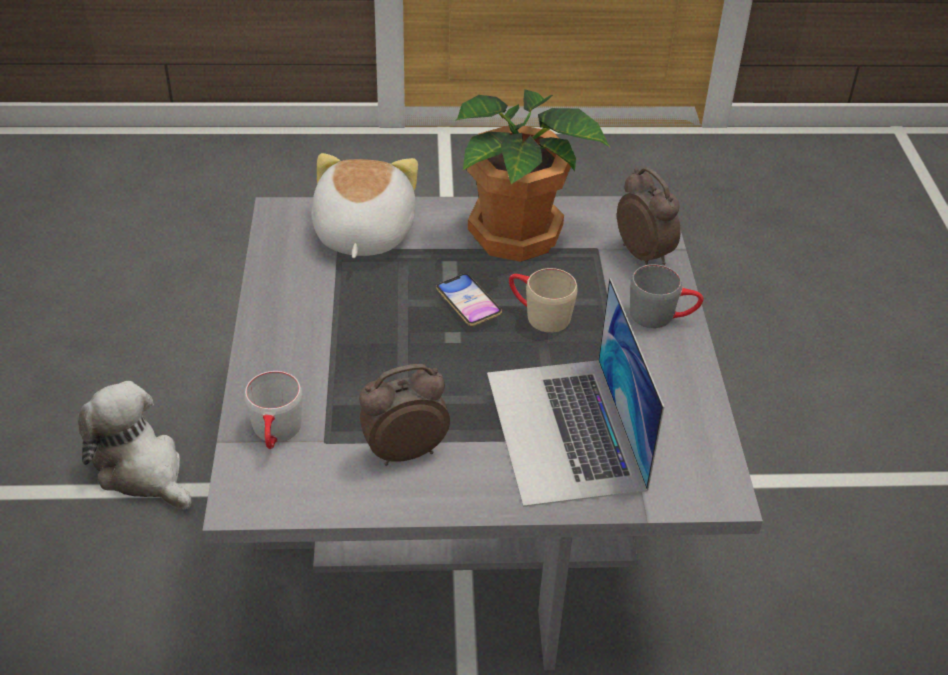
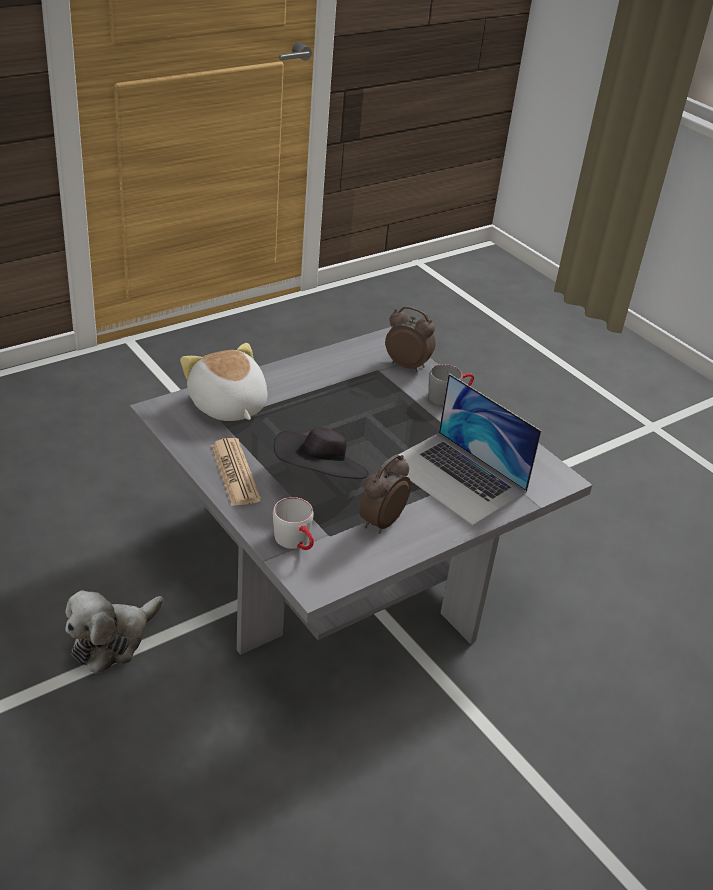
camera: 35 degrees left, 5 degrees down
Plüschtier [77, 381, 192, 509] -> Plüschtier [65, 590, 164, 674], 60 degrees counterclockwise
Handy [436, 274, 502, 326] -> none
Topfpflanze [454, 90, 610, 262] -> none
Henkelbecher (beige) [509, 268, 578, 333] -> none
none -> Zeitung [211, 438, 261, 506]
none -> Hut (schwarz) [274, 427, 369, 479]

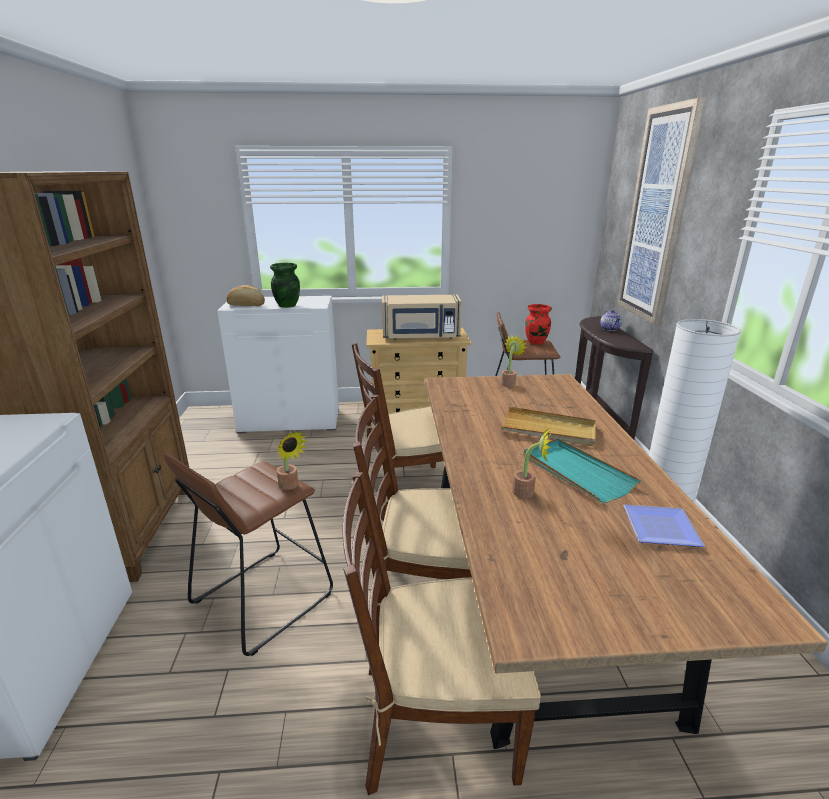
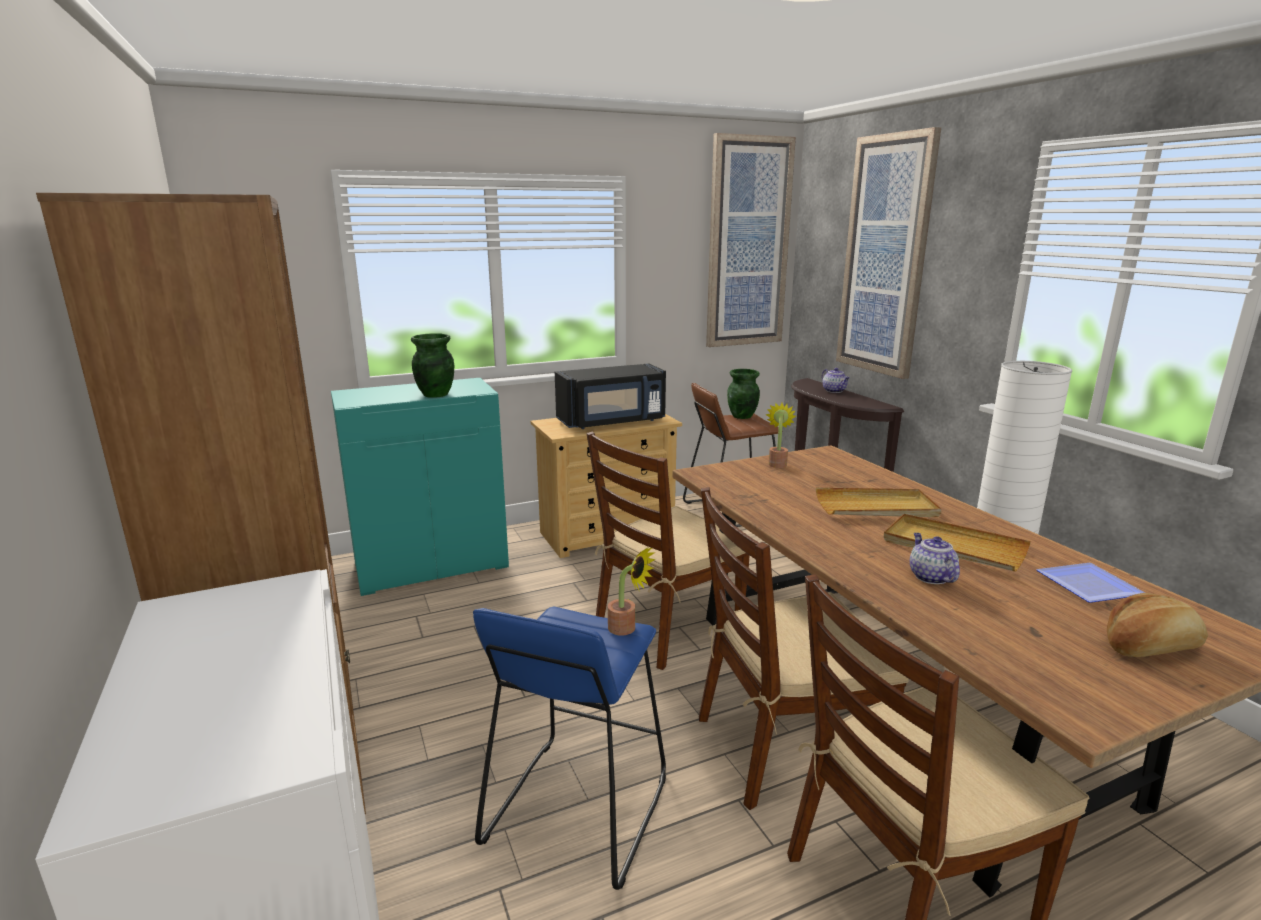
camera: 20 degrees left, 5 degrees down
Hocker (braun) [164, 454, 333, 656] -> Hocker (blau) [473, 607, 666, 890]
Schrank (weiß) [217, 296, 339, 434] -> Schrank (türkis) [331, 378, 509, 596]
Brot [227, 285, 265, 306] -> Brot [1107, 593, 1208, 657], shifted
Mikrowelle (beige) [382, 295, 462, 340] -> Mikrowelle (schwarz) [555, 364, 666, 429]
Topfpflanze [512, 428, 551, 498] -> Teekanne [910, 533, 960, 584]
Tablett (türkis) [523, 438, 641, 503] -> Tablett (beige) [884, 514, 1031, 571]
Vase (rot) [525, 304, 552, 344] -> Vase (grün) [727, 369, 760, 419]
none -> Bild [706, 133, 796, 347]

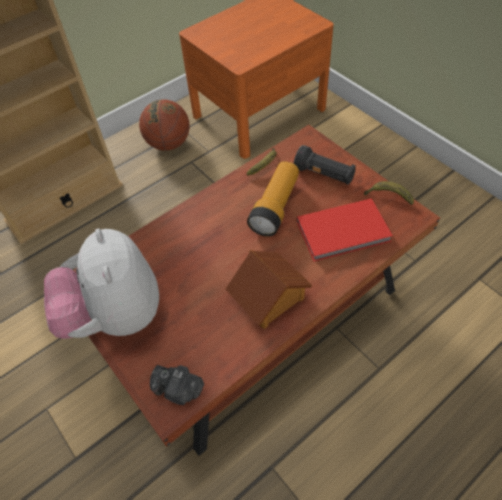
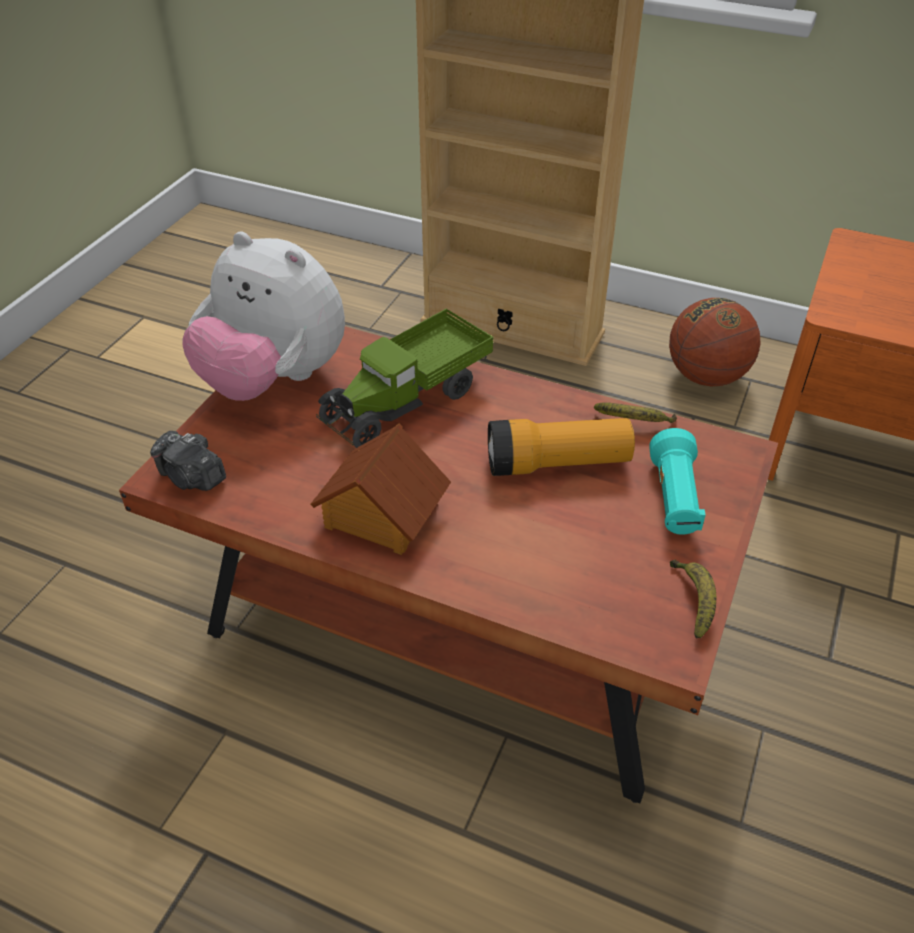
camera: 60 degrees right, 10 degrees down
Plüschtier [44, 228, 159, 339] -> Plüschtier [182, 232, 345, 401], 105 degrees counterclockwise
Kamera [150, 365, 204, 405] -> Kamera [150, 431, 226, 491], 45 degrees counterclockwise
Taschenlampe (schwarz) [294, 145, 356, 185] -> Taschenlampe (türkis) [649, 428, 706, 535]
Buch (rot) [296, 199, 393, 262] -> none
none -> Spielzeuglaster [316, 309, 494, 448]

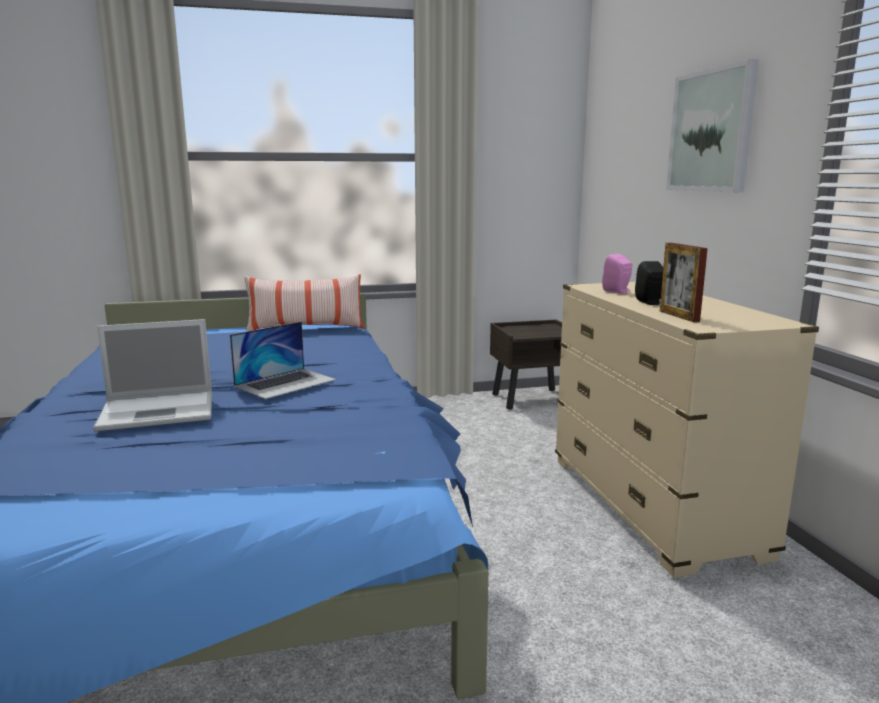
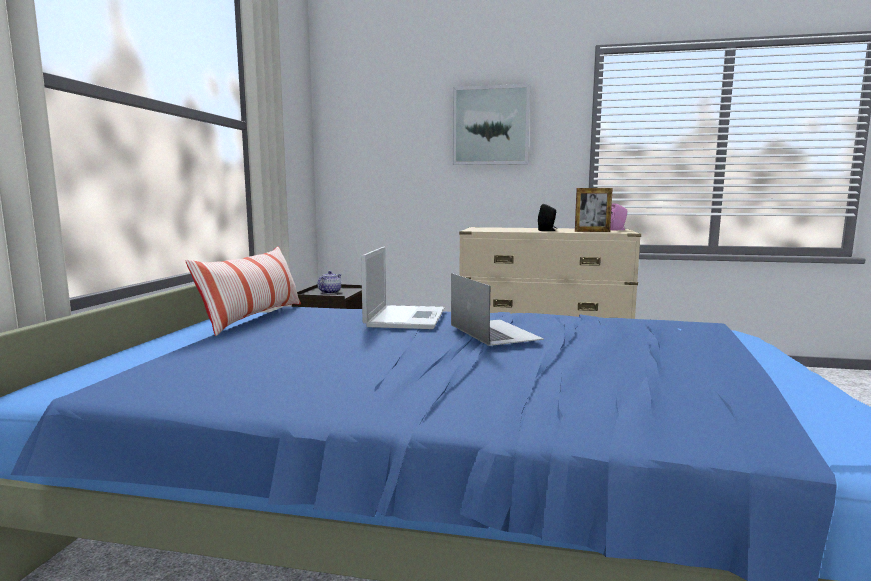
camera: 65 degrees left, 5 degrees down
Laptop [93, 319, 212, 431] -> Laptop [361, 246, 445, 329], shifted
Lautsprecher (rosa) [602, 254, 632, 294] -> Lautsprecher (rosa) [610, 204, 627, 230], shifted
none -> Teekanne [317, 271, 342, 294]

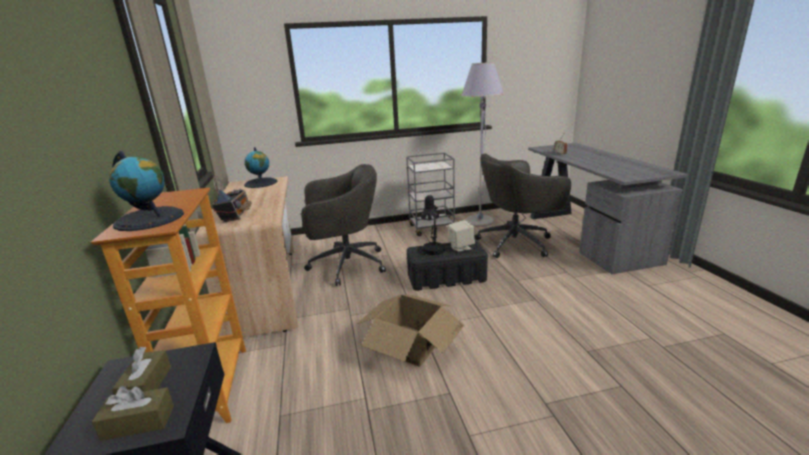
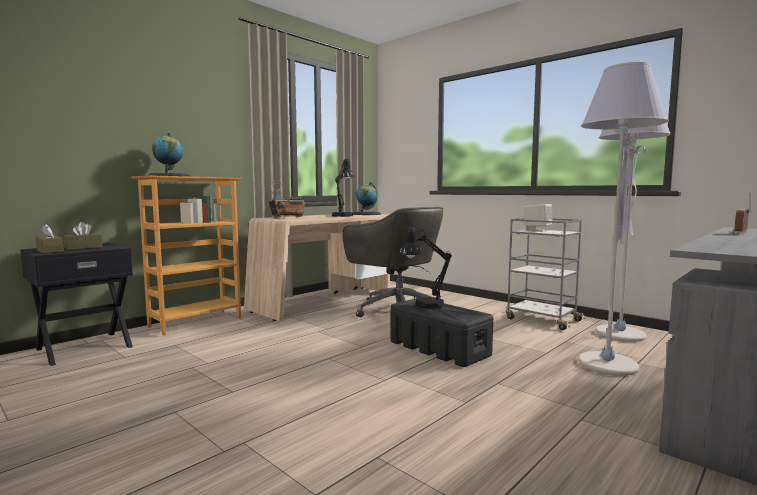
camera: 55 degrees right, 15 degrees down
Karton [357, 295, 464, 367] -> none
Lautsprecher (beige) [447, 220, 475, 252] -> Lautsprecher (beige) [524, 204, 553, 232], shifted
Bürostuhl (grau) [475, 153, 571, 258] -> Stehlampe (grau) [578, 62, 669, 376]
none -> Tischlampe (schwarz) [332, 159, 354, 217]

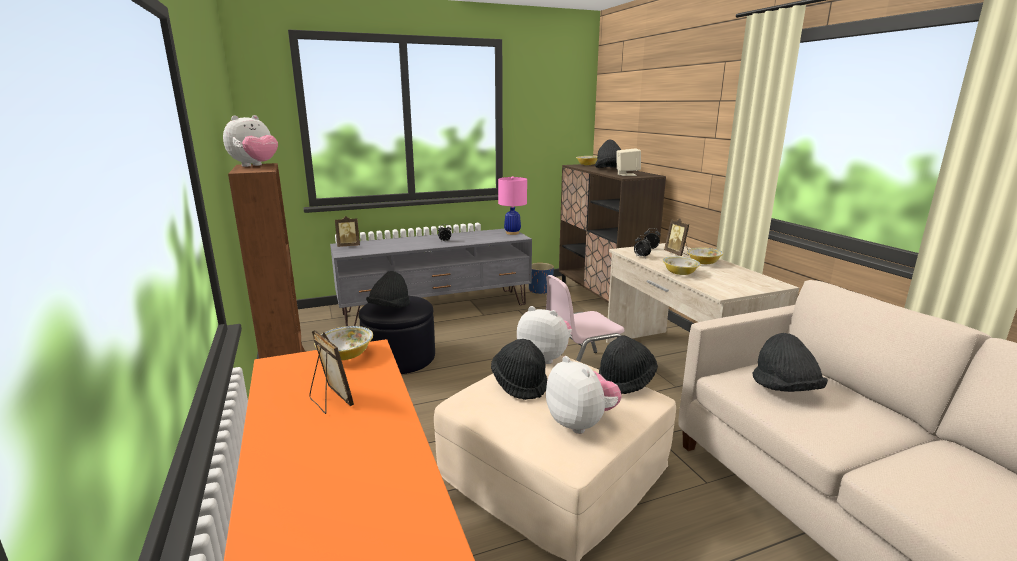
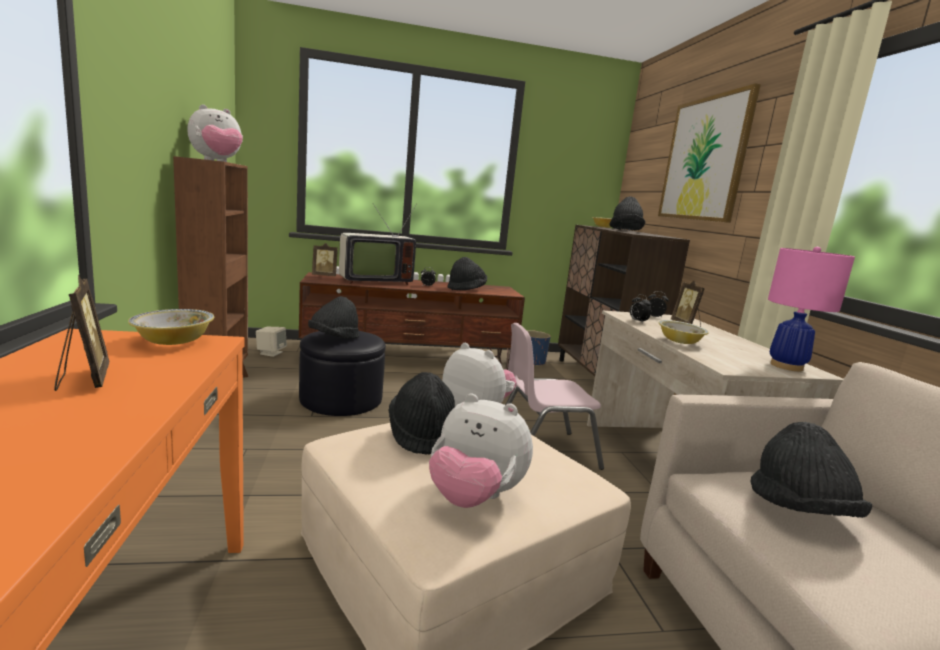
camera: 10 degrees right, 5 degrees down
Fernsehschrank (grau) [330, 229, 532, 326] -> Fernsehschrank (braun) [299, 272, 525, 370]
Tischlampe (rosa) [498, 176, 527, 235] -> Tischlampe (rosa) [768, 247, 855, 371], shifted
Plüschtier [546, 356, 622, 434] -> Plüschtier [429, 393, 533, 508], 135 degrees clockwise
Hut (schwarz) [599, 335, 658, 394] -> Hut (schwarz) [447, 257, 487, 290], shifted
Lautsprecher (beige) [616, 148, 641, 176] -> Lautsprecher (beige) [256, 327, 287, 357], shifted
Schüssel [687, 247, 723, 264] -> none
none -> Fernseher [339, 204, 417, 285]
none -> Bild [658, 83, 761, 223]

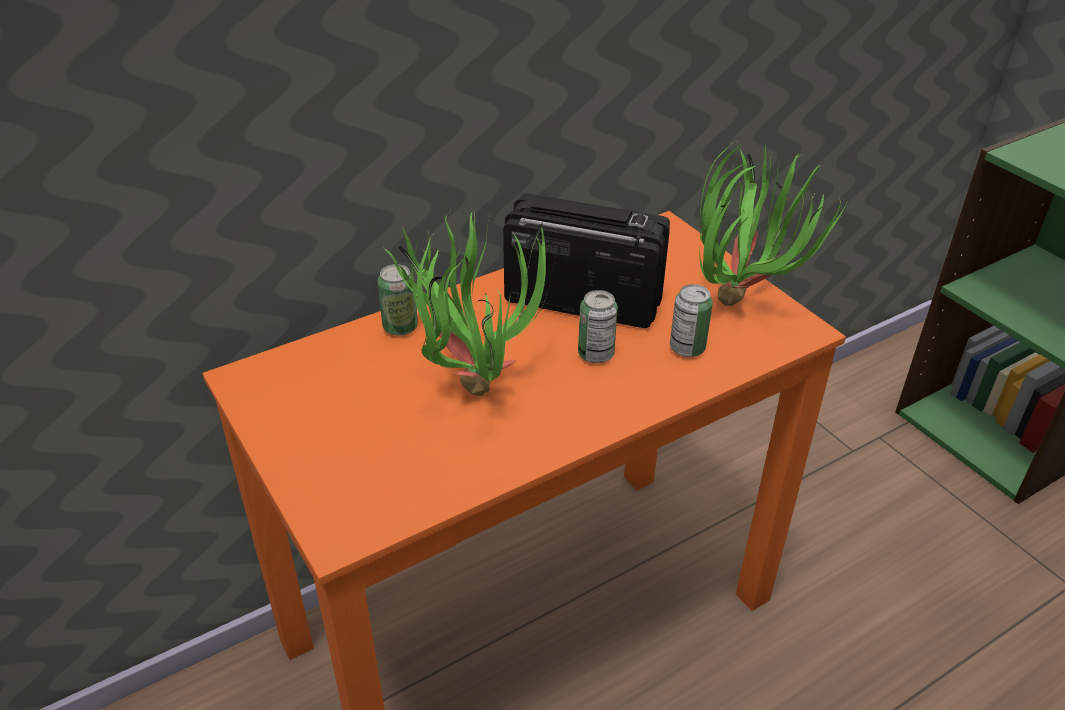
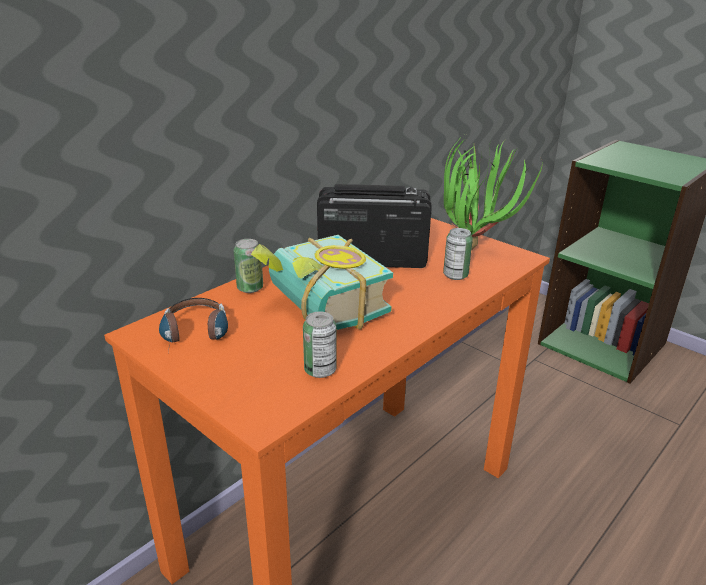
camera: 15 degrees left, 10 degrees down
Topfpflanze [383, 212, 556, 396] -> Buch [251, 235, 393, 330]
Dose [578, 290, 618, 363] -> Dose [303, 311, 337, 378], shifted
none -> Kopfhörer [159, 298, 228, 354]

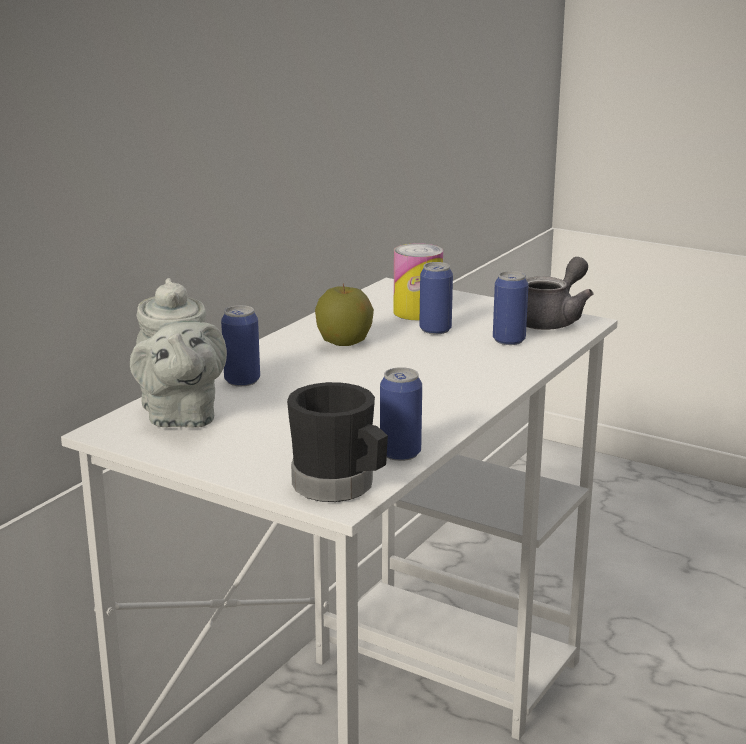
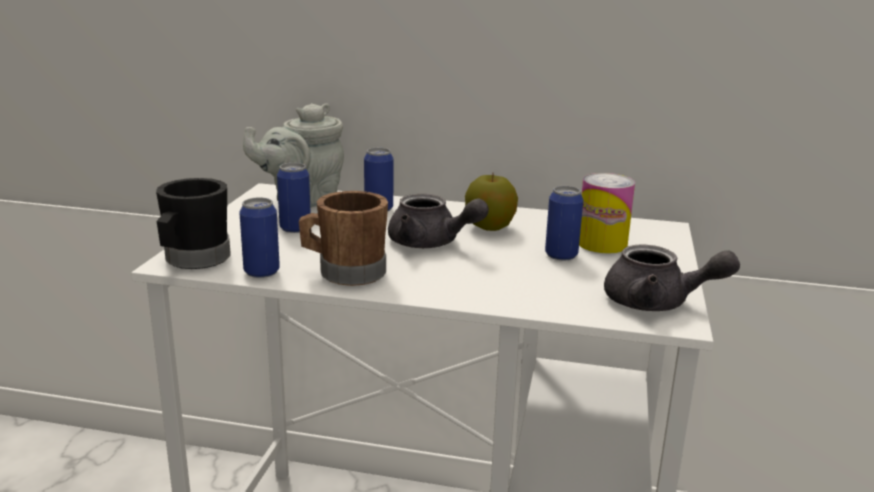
camera: 70 degrees right, 0 degrees up
Dose [493, 271, 529, 345] -> Dose [277, 163, 311, 233], shifted
none -> Henkelbecher (braun) [299, 191, 388, 286]
none -> Teekanne (grau) [388, 194, 489, 248]

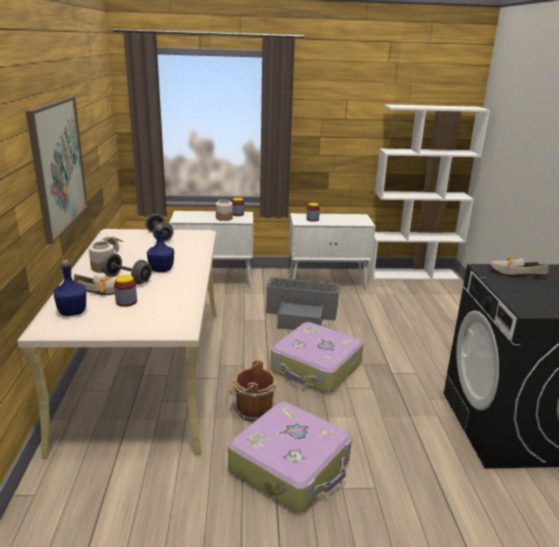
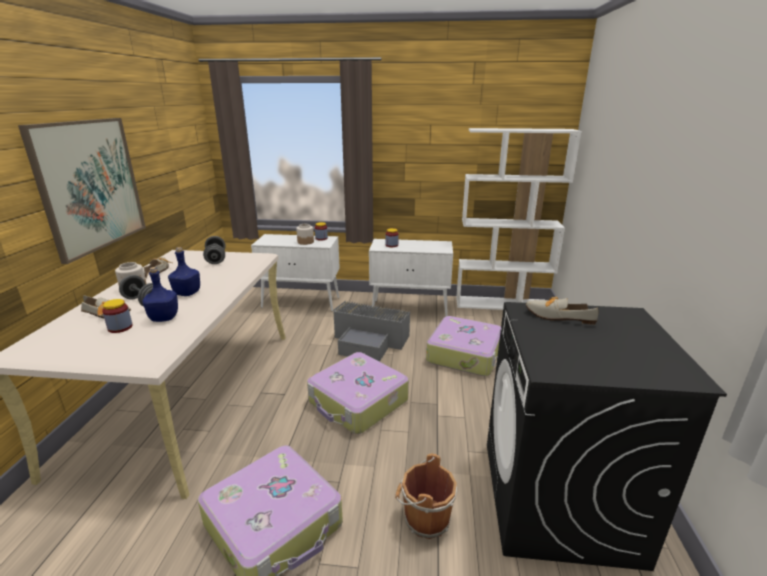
camera: 10 degrees right, 0 degrees up
Flasche (blau) [54, 260, 86, 316] -> Flasche (blau) [142, 267, 178, 322], shifted
Eimer (braun) [230, 360, 276, 422] -> Eimer (braun) [395, 454, 457, 539], shifted
none -> Koffer [426, 316, 501, 376]

